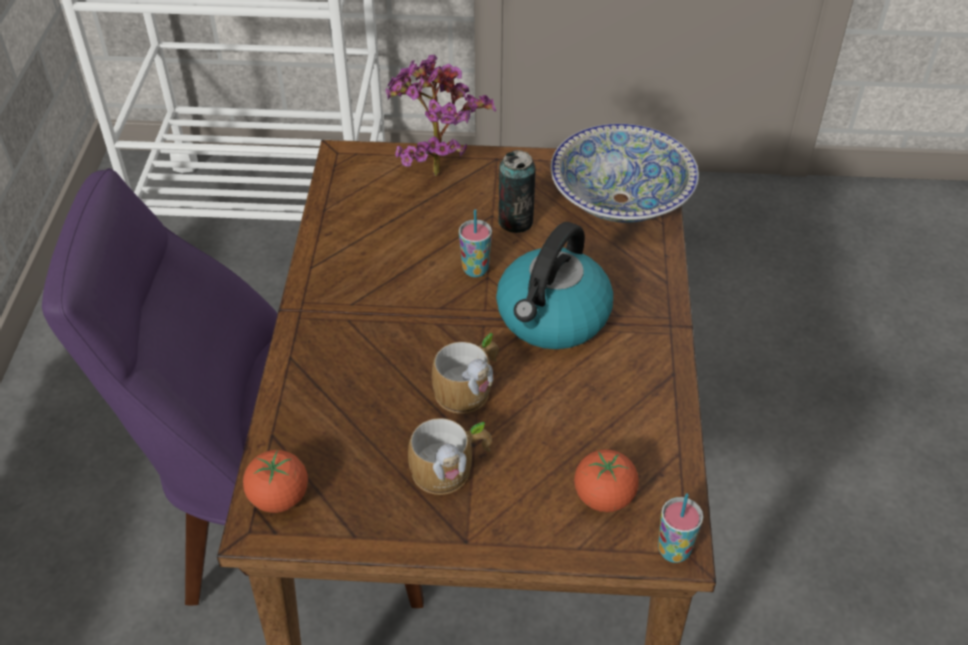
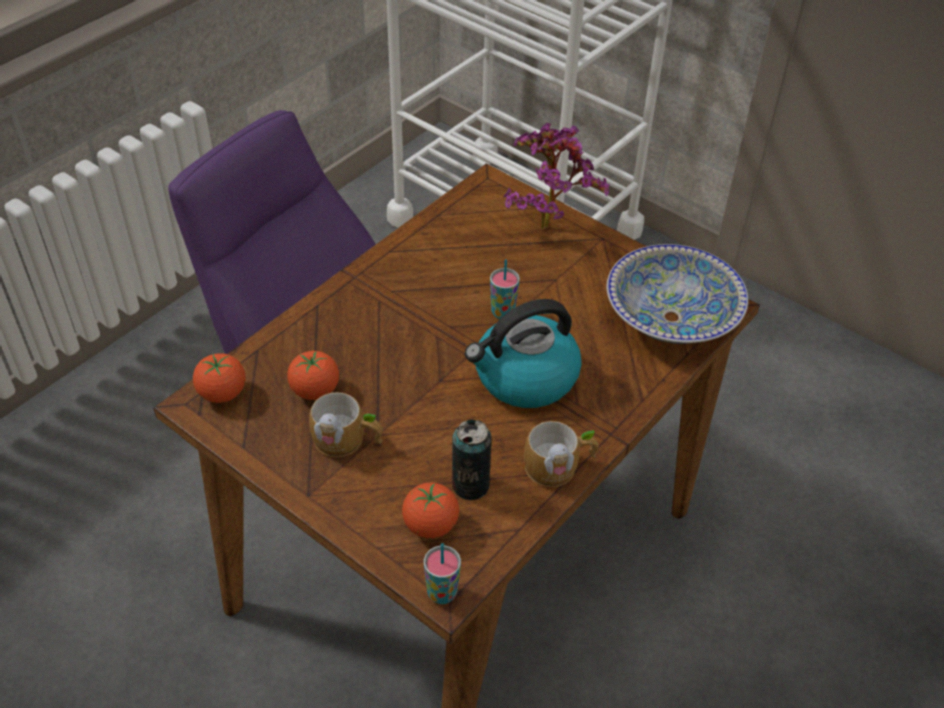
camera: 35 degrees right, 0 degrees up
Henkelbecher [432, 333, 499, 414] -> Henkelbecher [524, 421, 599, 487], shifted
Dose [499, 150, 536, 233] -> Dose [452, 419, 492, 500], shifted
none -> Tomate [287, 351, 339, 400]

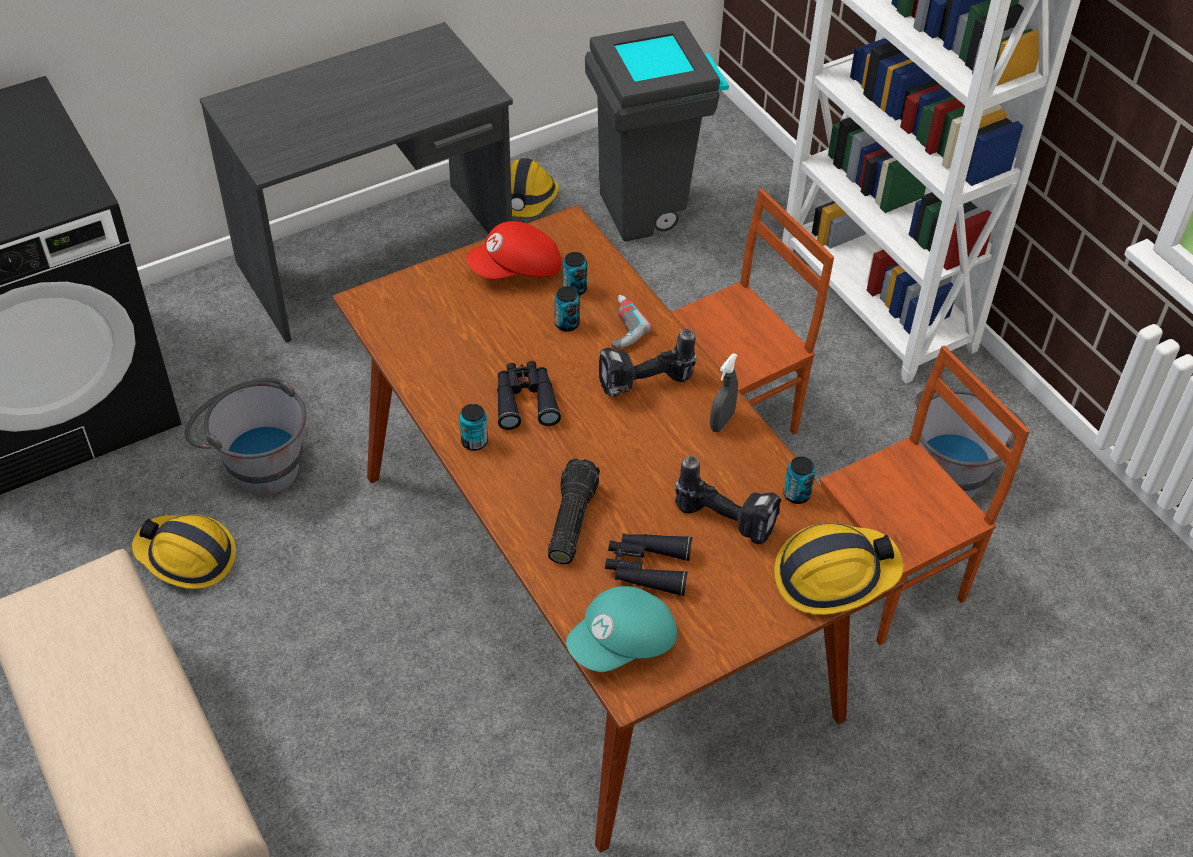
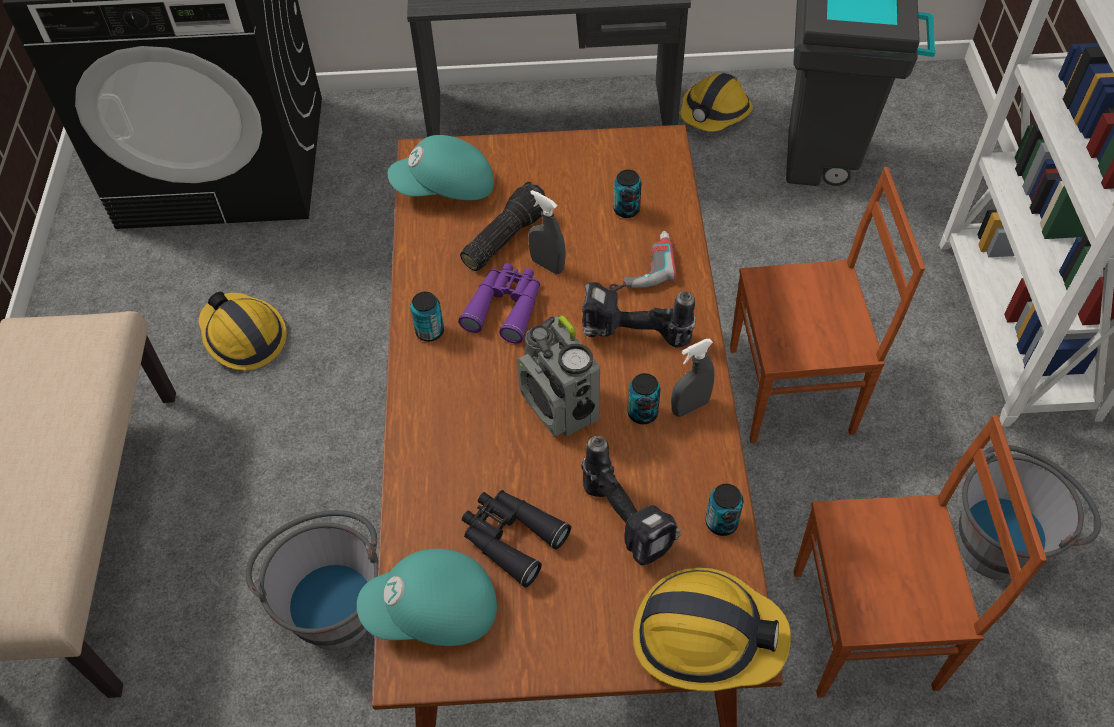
camera: 30 degrees right, 5 degrees up
Eimer (grau) [185, 378, 306, 496] -> Eimer (grau) [245, 510, 378, 650], shifted
Kappe (rot) [466, 221, 561, 279] -> none
Fernglas (schwarz) [497, 361, 561, 430] -> Fernglas (lila) [458, 263, 540, 344]
Taschenlampe [548, 458, 600, 564] -> Taschenlampe [460, 182, 549, 271], shifted
Dose [555, 286, 580, 332] -> Dose [628, 373, 660, 424], shifted
none -> Kappe (türkis) [388, 135, 494, 201]
none -> Radio [517, 315, 600, 437]
none -> Sprühflasche (grau) [529, 190, 566, 274]

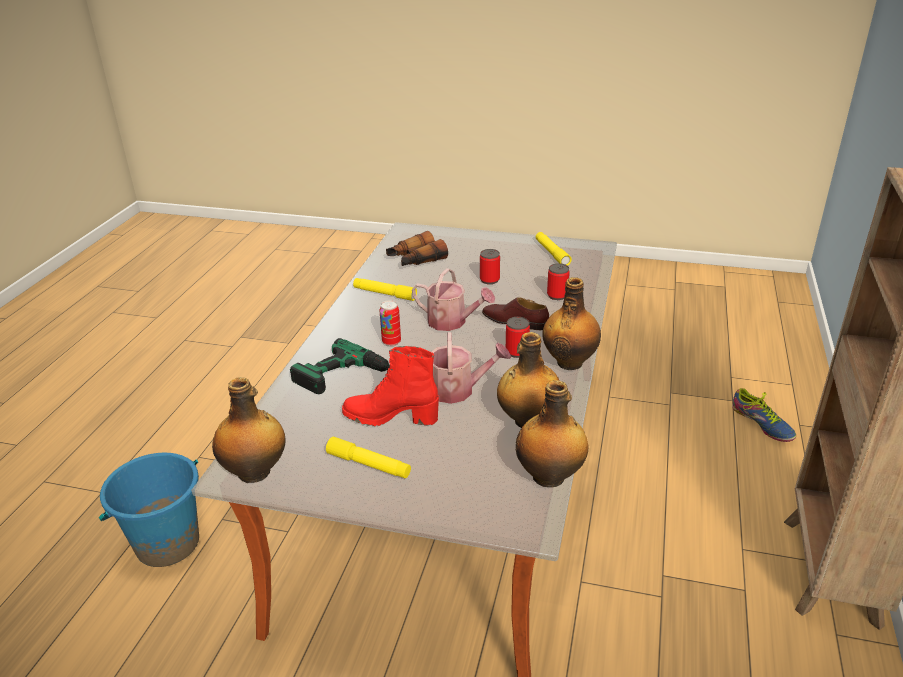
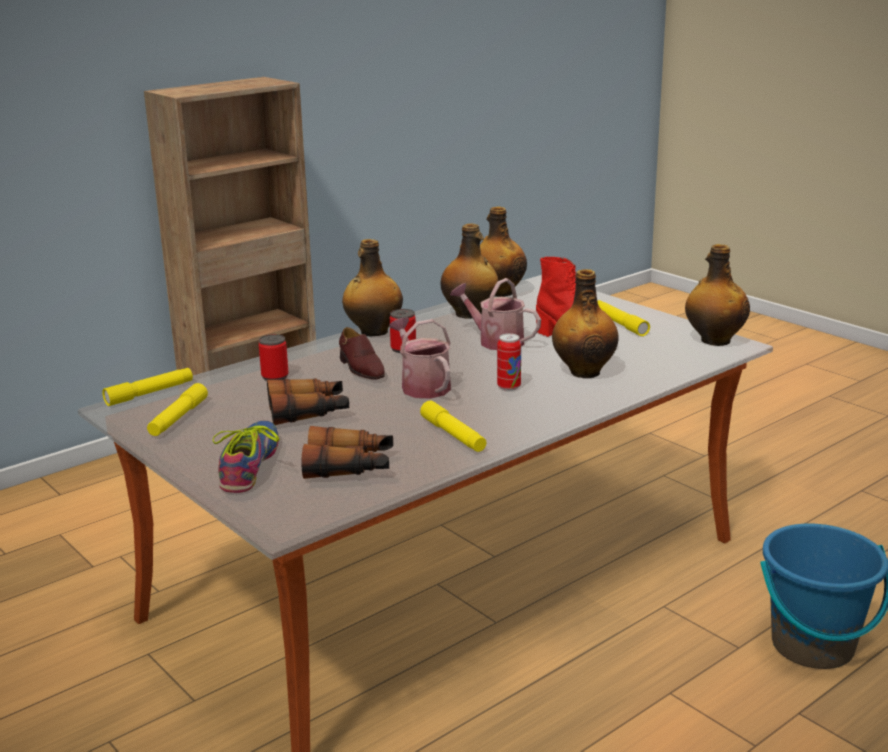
camera: 145 degrees left, 10 degrees down
Bohrmaschine [290, 338, 390, 394] -> Flasche [552, 269, 619, 378]
Dose [480, 249, 500, 284] -> Fernglas [267, 378, 349, 425]
Schuh [732, 388, 796, 442] -> Schuh [213, 421, 280, 493], shifted
none -> Taschenlampe (gelb) [102, 368, 193, 406]

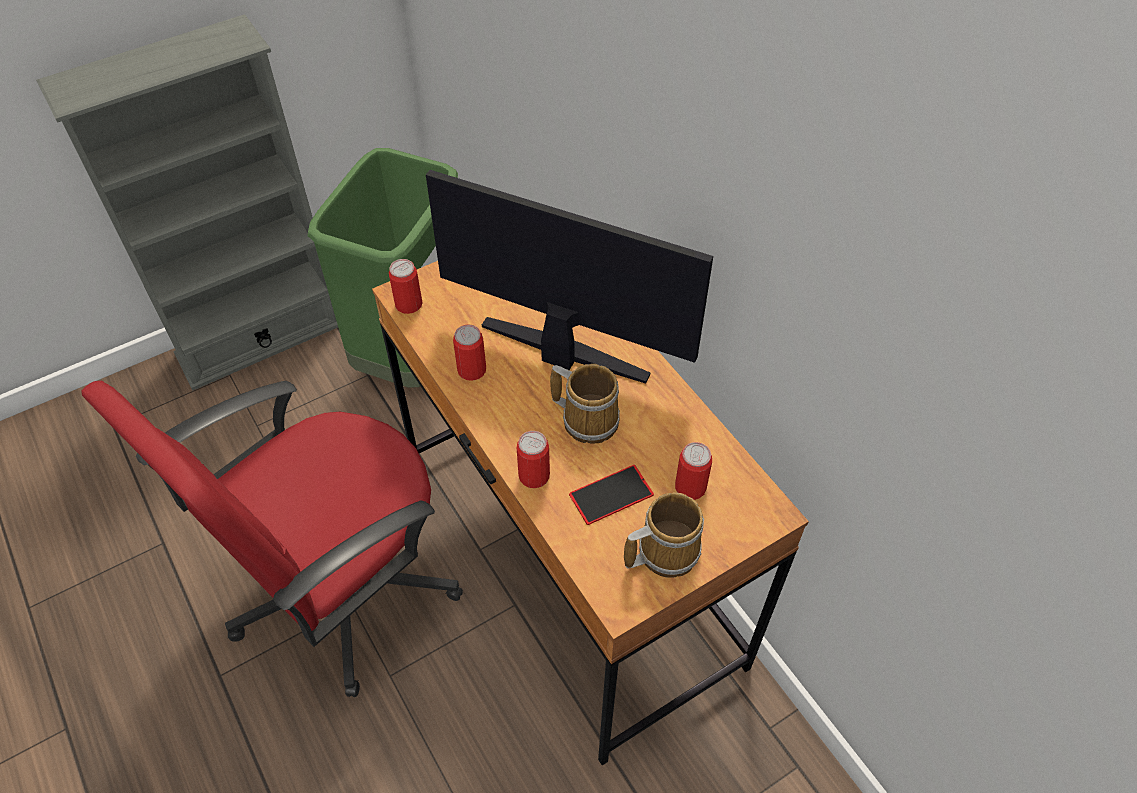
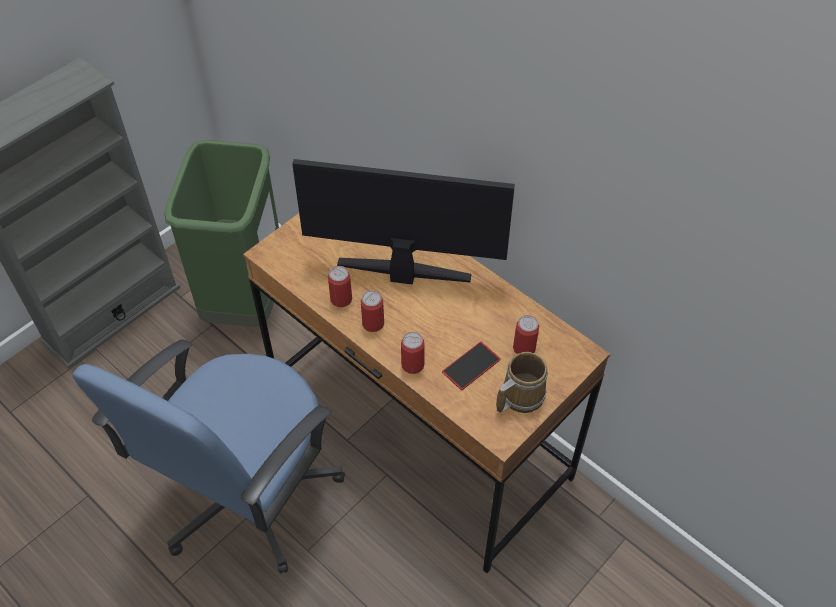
camera: 15 degrees left, 0 degrees up
Bürostuhl (rot) [81, 381, 463, 697] -> Bürostuhl (blau) [72, 340, 345, 573]
Dose [389, 259, 423, 314] -> Dose [361, 290, 384, 332], shifted
Henkelbecher [550, 364, 620, 444] -> none

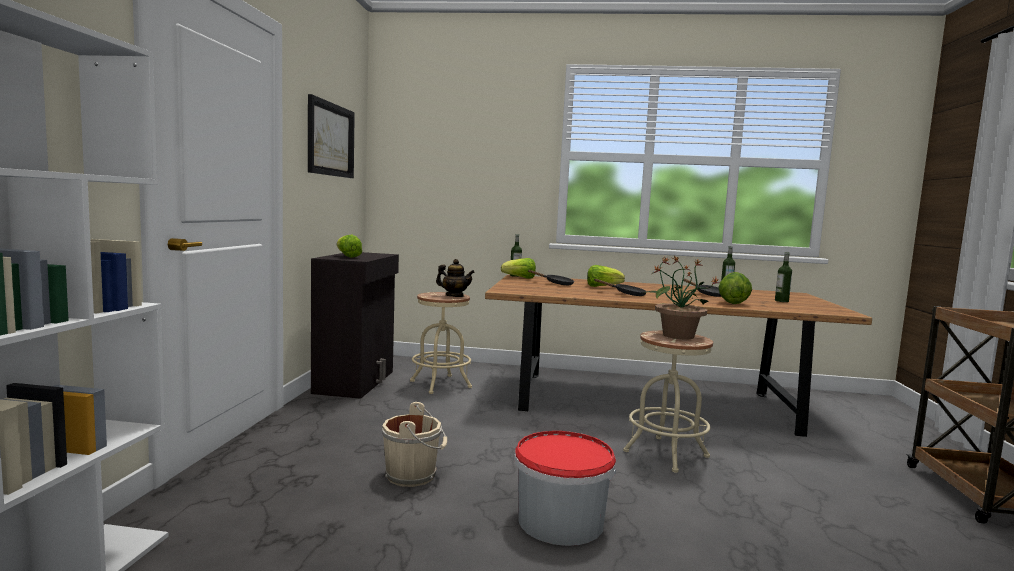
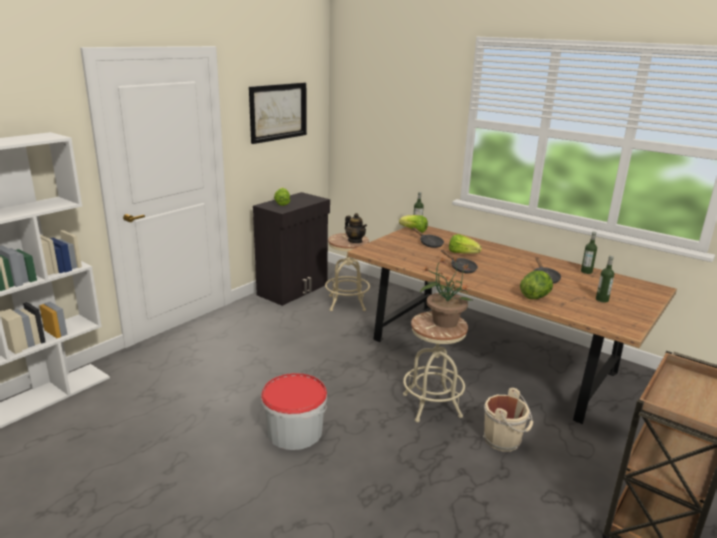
camera: 30 degrees right, 15 degrees up
Eimer (beige) [382, 402, 447, 487] -> Eimer (beige) [483, 388, 533, 452], shifted

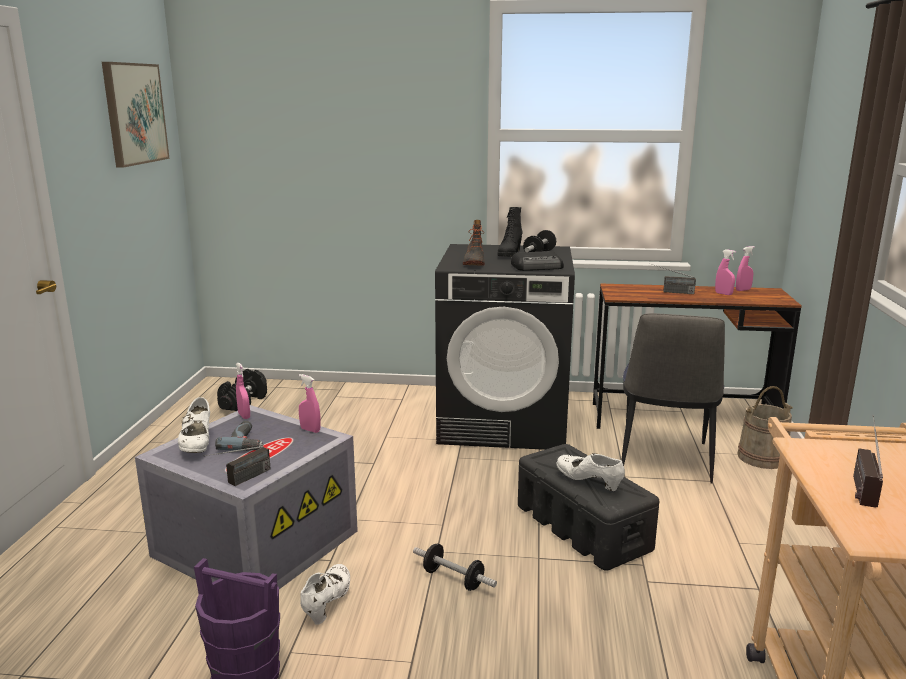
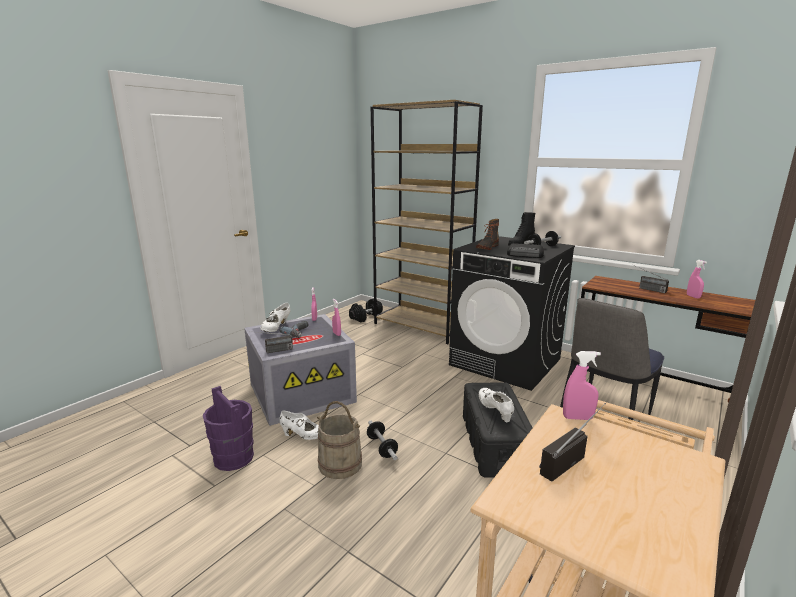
camera: 30 degrees right, 0 degrees up
Bild [102, 62, 170, 168] -> none
Schuh (weiß) [300, 564, 350, 625] -> Schuh (weiß) [279, 411, 319, 440], 60 degrees clockwise
Sprühflasche (rosa) [736, 246, 755, 291] -> Sprühflasche (rosa) [563, 351, 601, 420], shifted
Eimer (beige) [737, 386, 793, 469] -> Eimer (beige) [317, 401, 362, 479], shifted
none -> Bücherregal (braun) [371, 100, 483, 344]

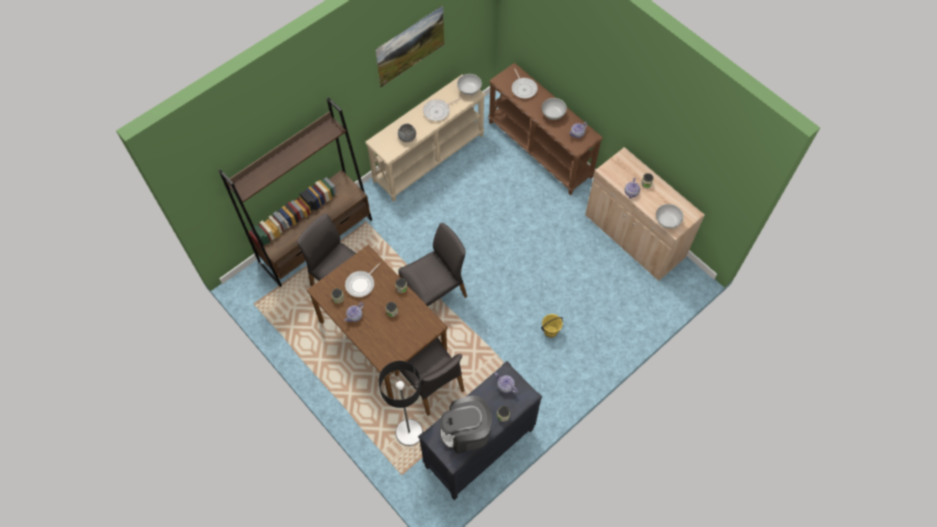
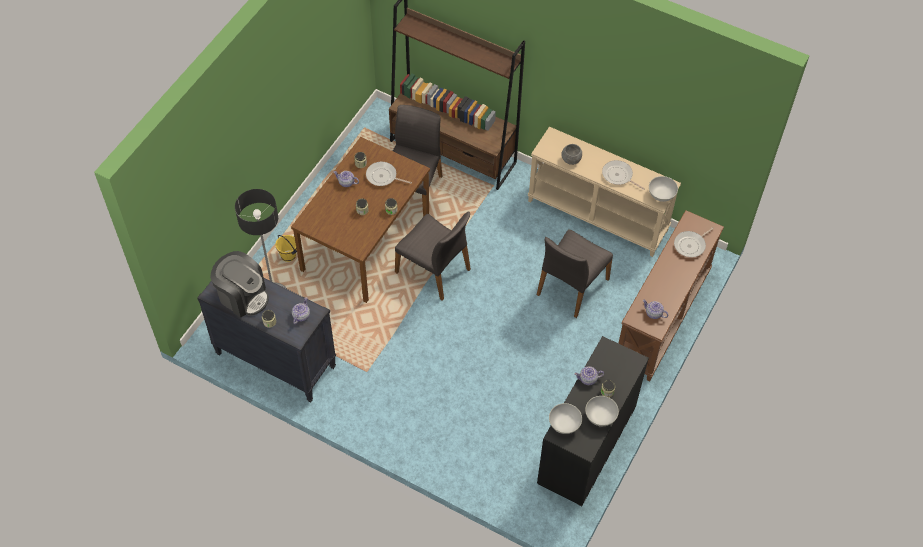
camera: 70 degrees right, 5 degrees down
Bild [376, 5, 444, 88] -> none
Stuhl (grau) [395, 337, 465, 416] -> Stuhl (grau) [537, 229, 613, 318], shifted
Kaffeemaschine [439, 396, 492, 454] -> Kaffeemaschine [210, 251, 269, 317], 150 degrees clockwise
Eimer (gelb) [541, 314, 563, 338] -> Eimer (gelb) [275, 235, 297, 262], shifted
Schüssel (weiß) [542, 98, 567, 120] -> Schüssel (weiß) [585, 396, 619, 426], shifted
Schrank (beige) [585, 147, 705, 281] -> Schrank (schwarz) [537, 336, 649, 506]

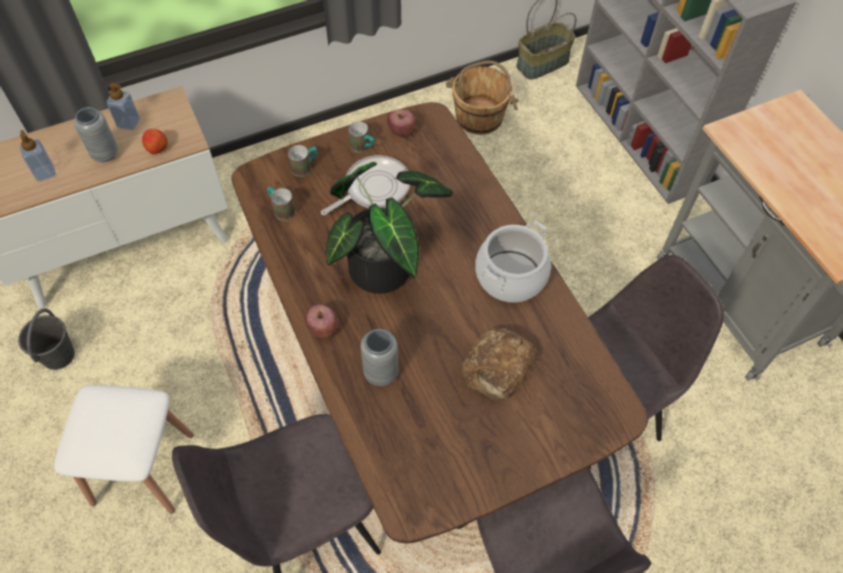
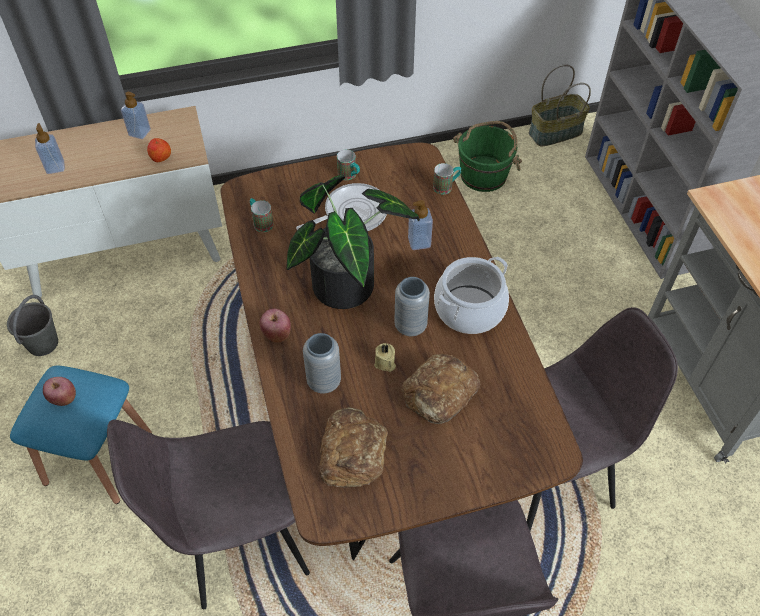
camera: 10 degrees right, 5 degrees down
Hocker (weiß) [54, 385, 194, 513] -> Hocker (blau) [10, 366, 152, 504]
Vase (grau) [74, 107, 118, 162] -> Vase (grau) [394, 277, 430, 336], shifted
Henkelbecher [288, 145, 317, 177] -> Henkelbecher [433, 163, 461, 194], shifted
Apfel [387, 109, 416, 137] -> Apfel [43, 377, 76, 406], shifted
Eimer (braun) [446, 61, 518, 135] -> Eimer (grün) [453, 121, 522, 192]
none -> Brot [318, 407, 388, 487]
none -> Kerze (beige) [374, 343, 396, 372]
none -> Seifenspender [408, 200, 433, 250]

